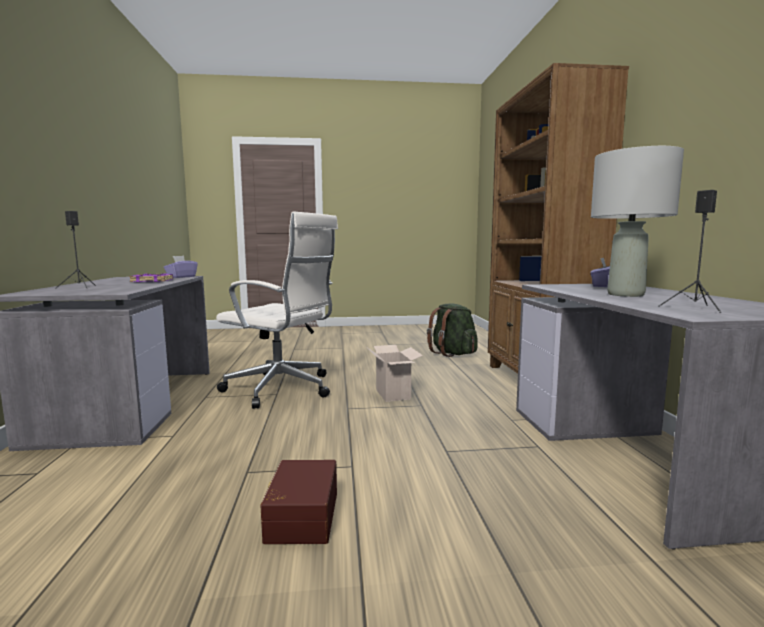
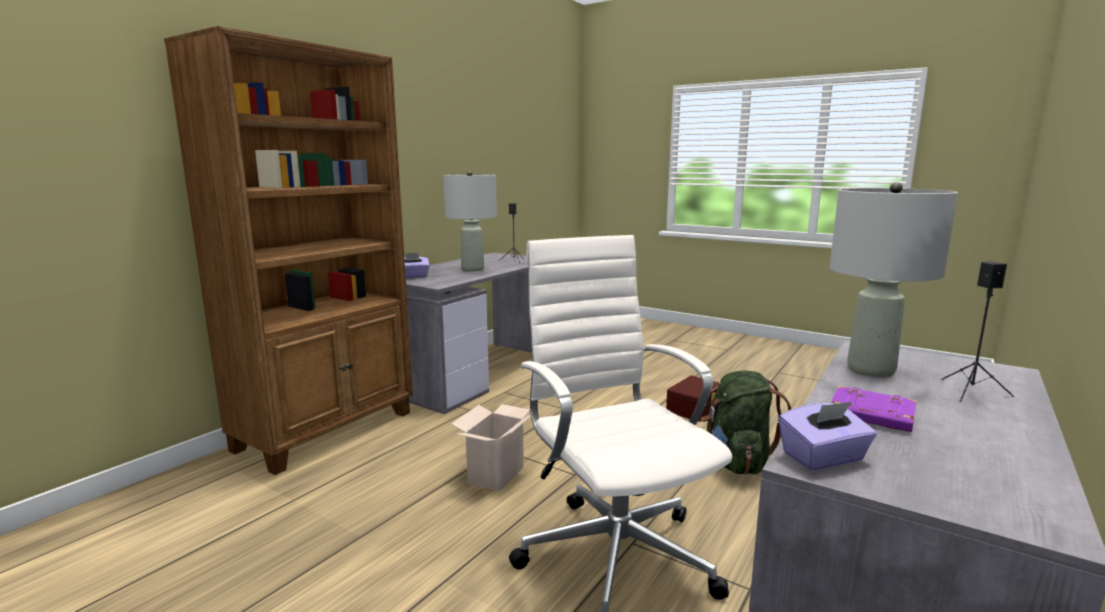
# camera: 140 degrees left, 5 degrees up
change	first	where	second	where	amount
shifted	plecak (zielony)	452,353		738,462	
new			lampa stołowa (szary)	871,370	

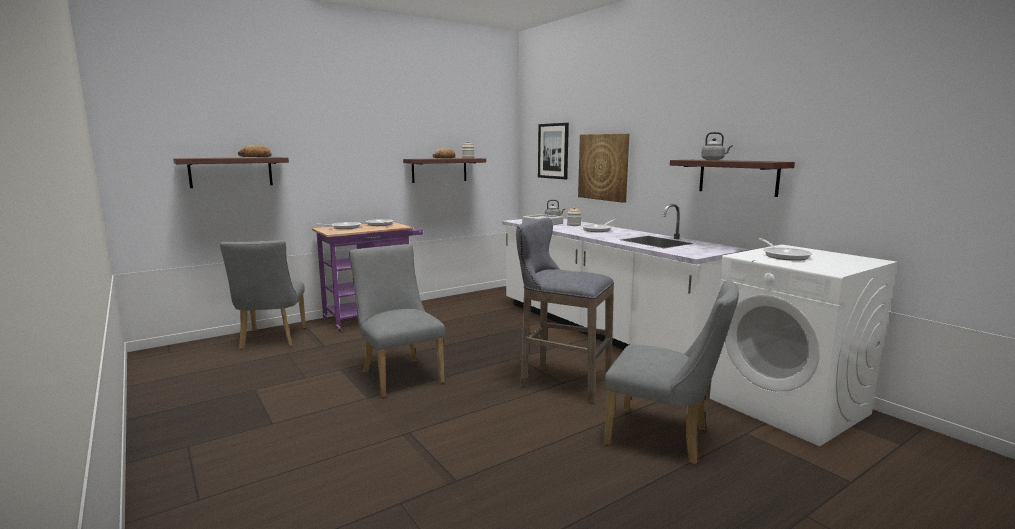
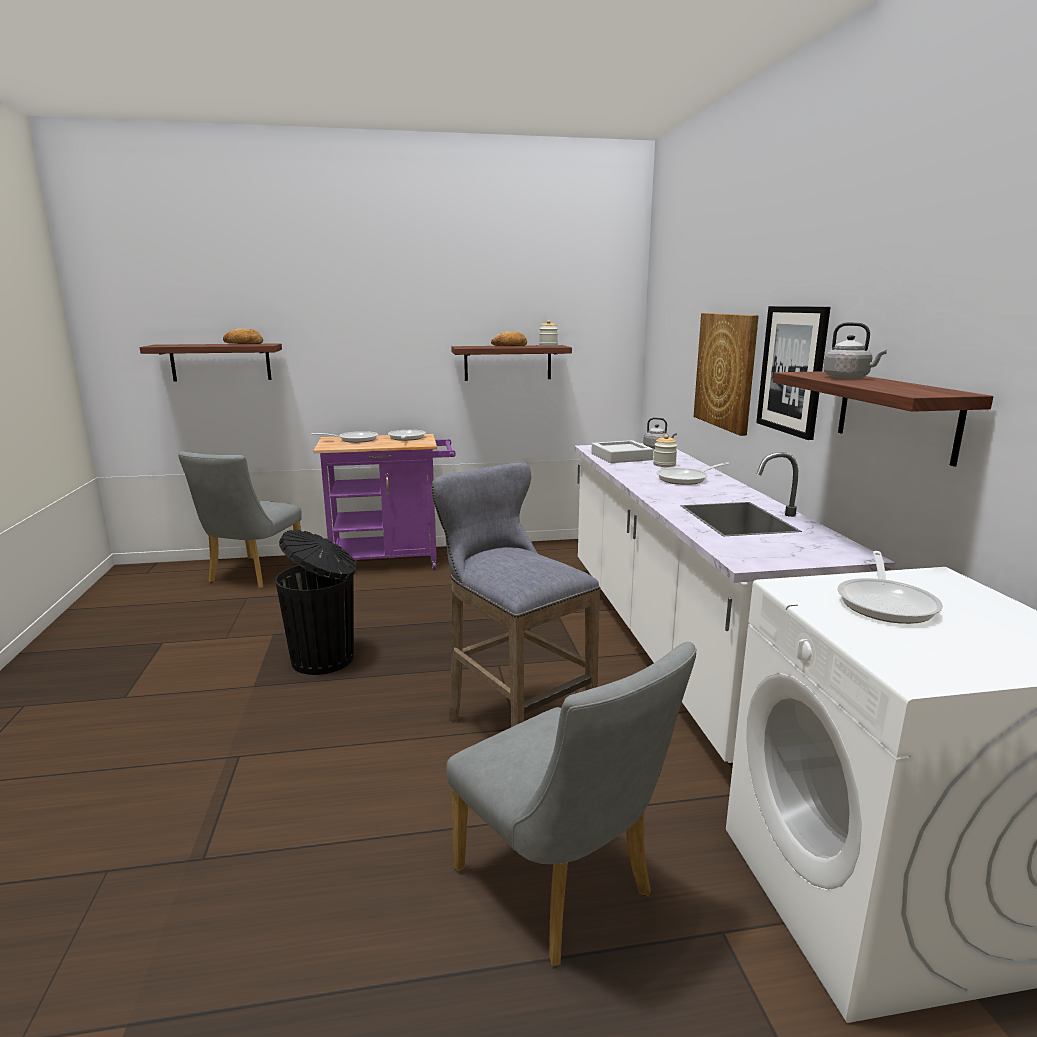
# camera: 25 degrees right, 5 degrees up
change	first	where	second	where	amount
swapped	krzesło (szary)	399,375	kosz na śmieci (czarny)	325,659	
shifted	obraz	553,151		792,370	

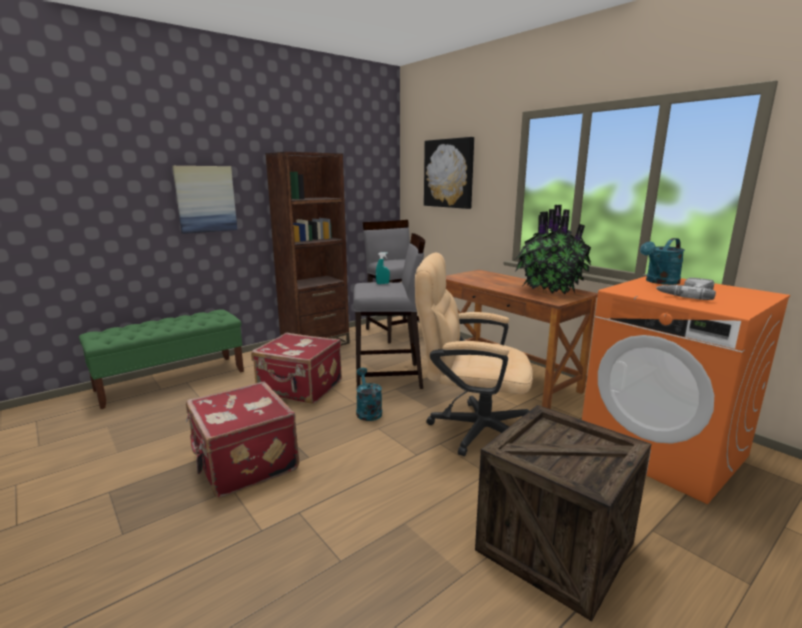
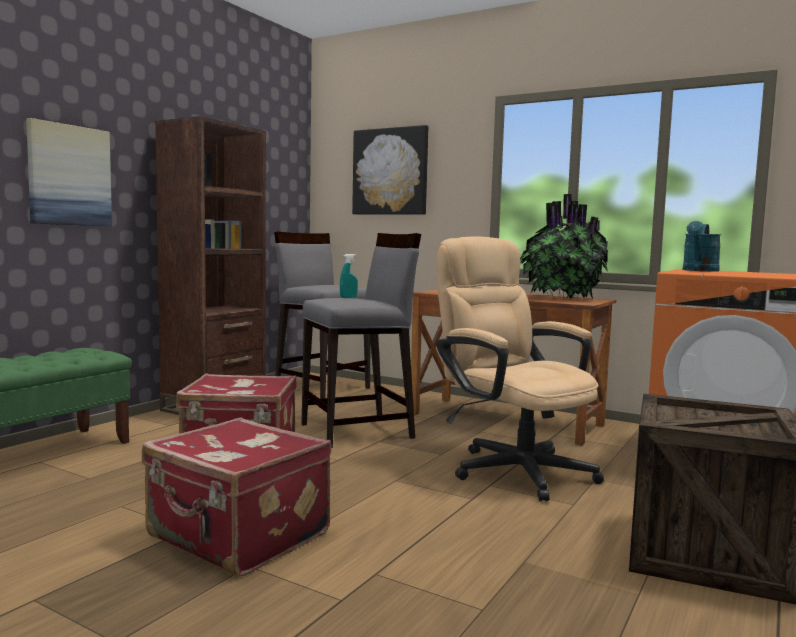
# camera: 20 degrees left, 10 degrees down
change	first	where	second	where	amount
rotated	krzesło biurowe (beżowy)	471,428		512,468	60 degrees clockwise
gone	konewka (turkusowy)	367,411			
gone	wiertarka	685,294			

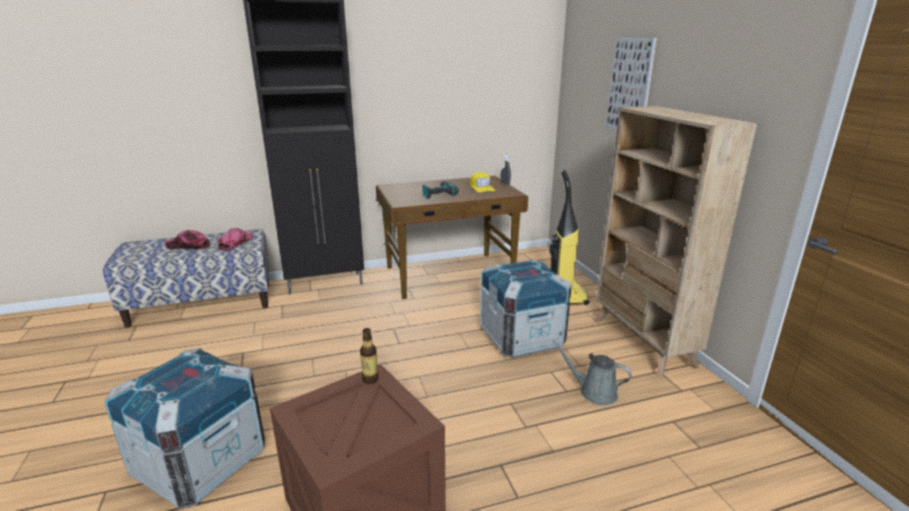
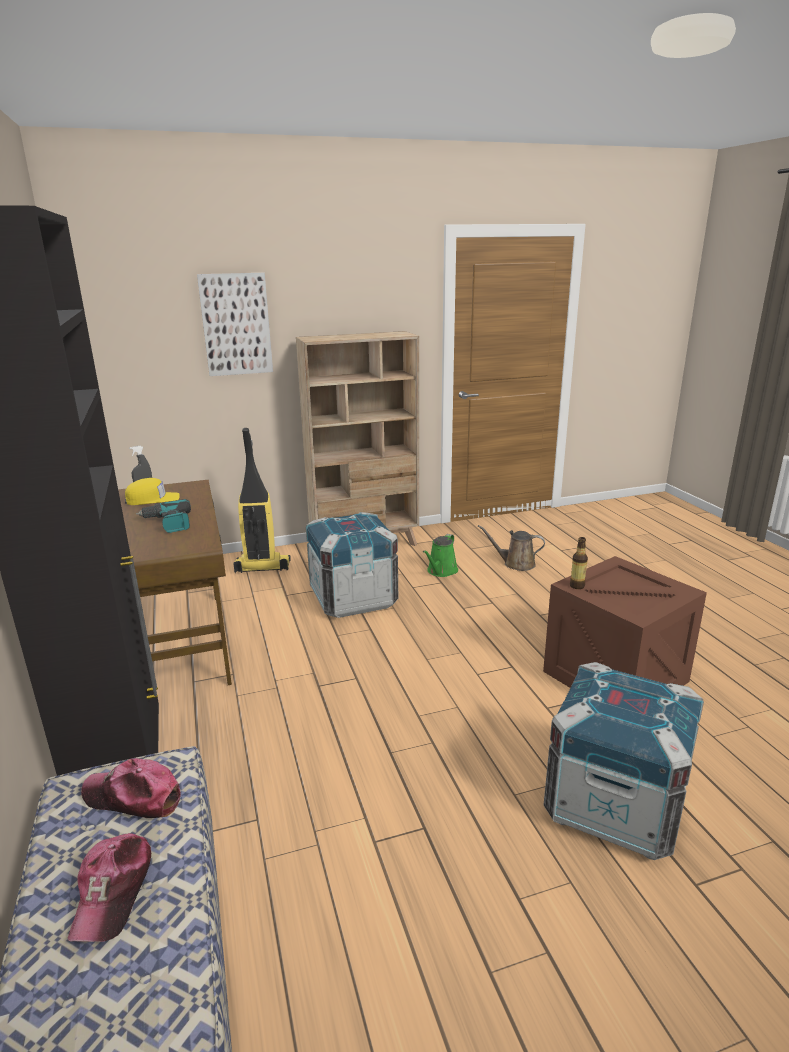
# camera: 90 degrees left, 0 degrees up
change	first	where	second	where	amount
repainted	konewka (szary)	594,392	konewka (zielony)	441,571	
new			konewka (brązowy)	516,564	

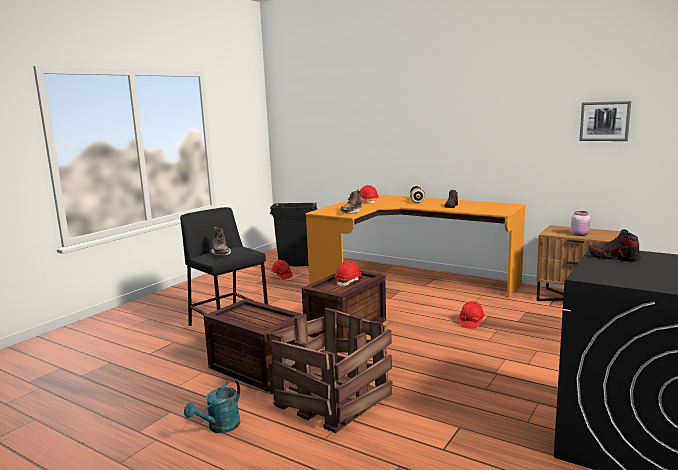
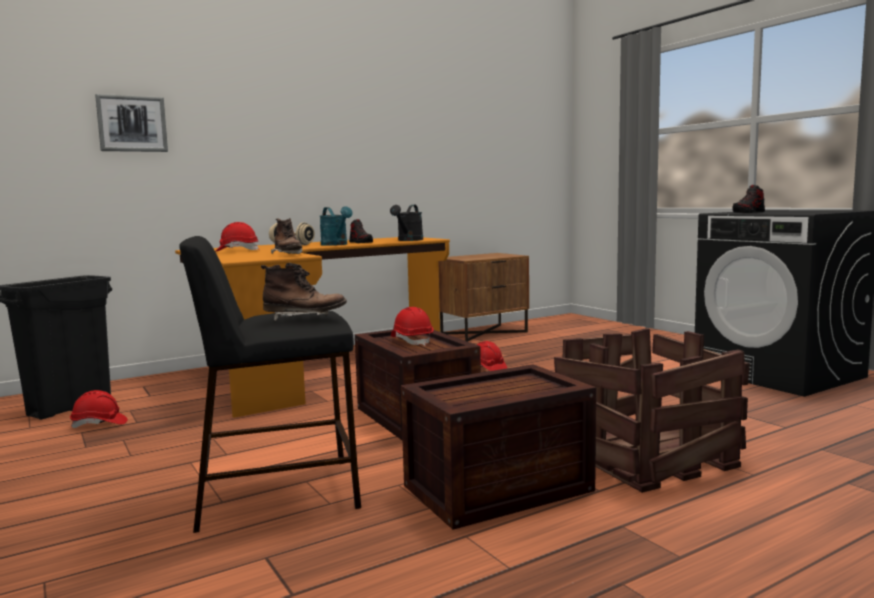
# camera: 65 degrees left, 5 degrees down
change	first	where	second	where	amount
shifted	obraz	604,121		132,124	
shifted	konewka (turkusowy)	220,427		336,244	
new			konewka (czarny)	408,240	
gone	słoik (różowy)	580,234			

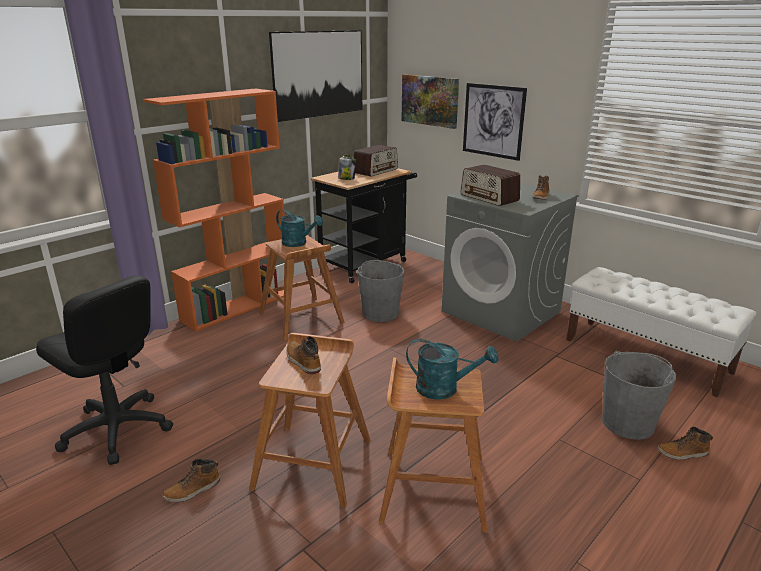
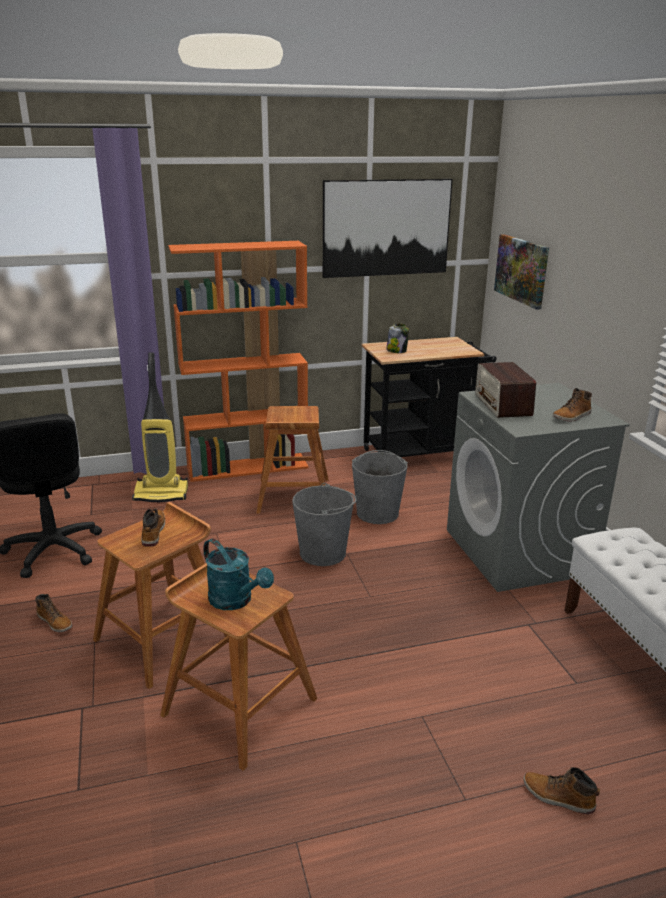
# camera: 30 degrees right, 0 degrees up
change	first	where	second	where	amount
rotated	but z cholewką	193,490		55,622	135 degrees counterclockwise
new			odkurzacz	162,493	
shifted	wiadro (szary)	628,423		323,553	
gone	konewka (turkusowy)	298,243			
gone	radio	376,171			
gone	obraz	493,121			

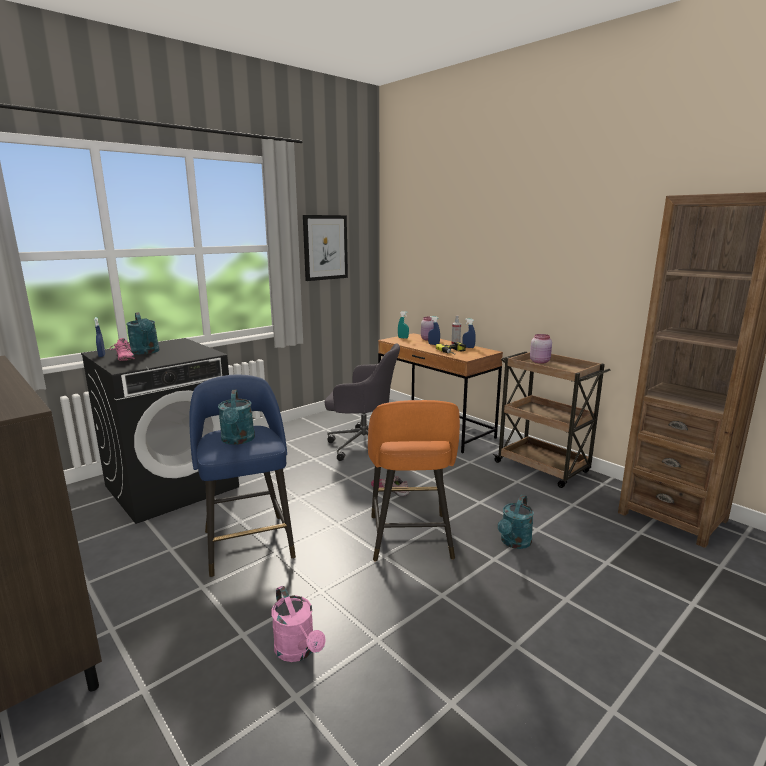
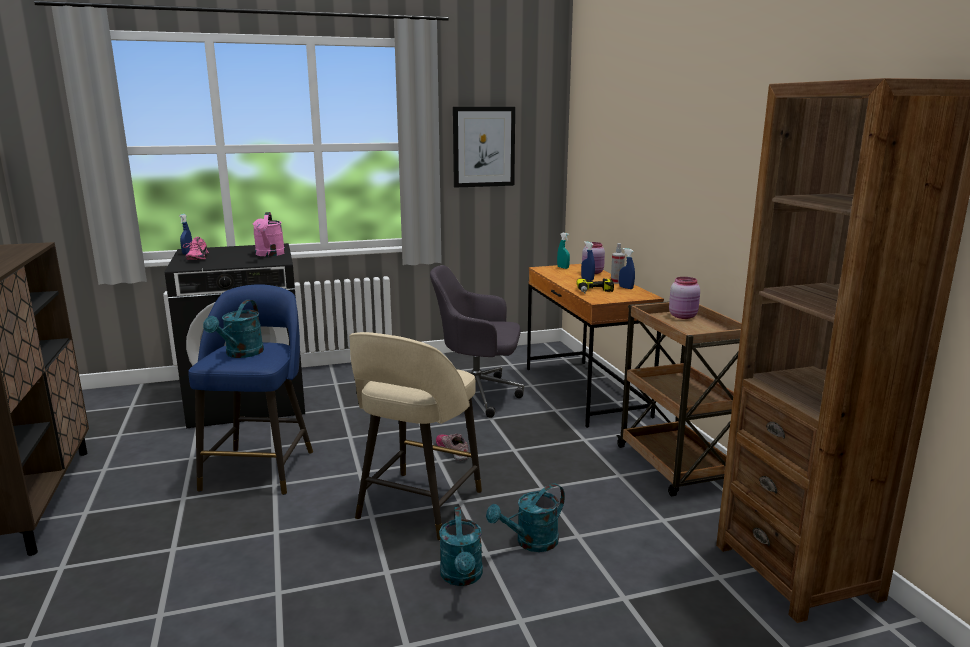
# camera: 25 degrees right, 0 degrees up
change	first	where	second	where	amount
shifted	konewka (różowy)	298,651		269,254	
repainted	stołek (pomarańczowy)	410,538	stołek (beżowy)	418,506	
rotated	krzesło biurowe (szary)	363,444		477,395	150 degrees clockwise
shifted	konewka (turkusowy)	146,352		462,577	

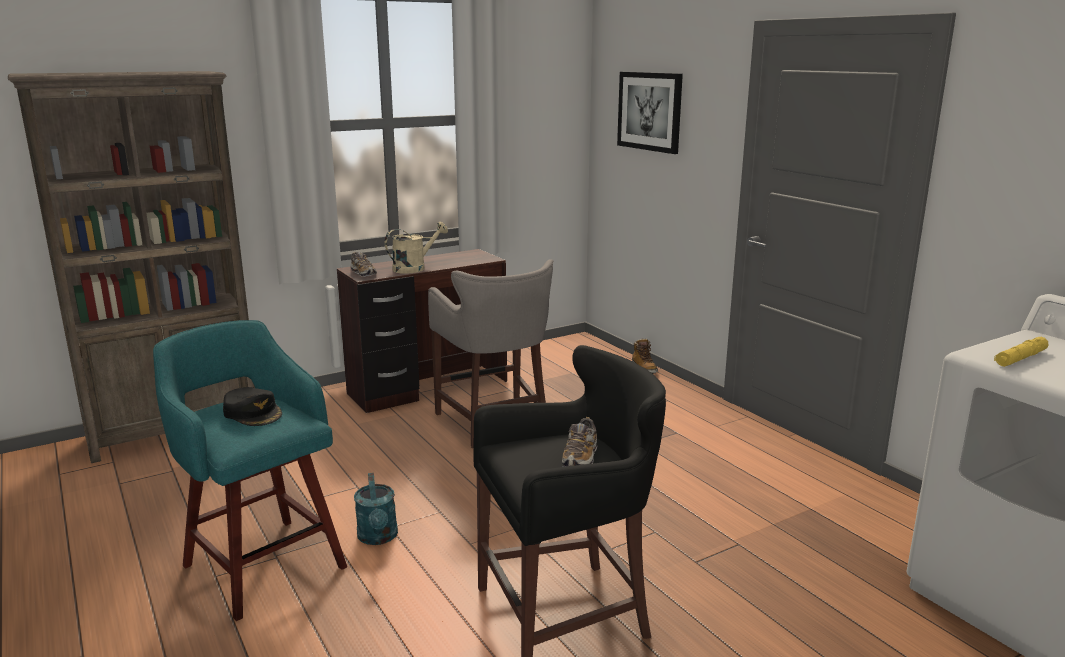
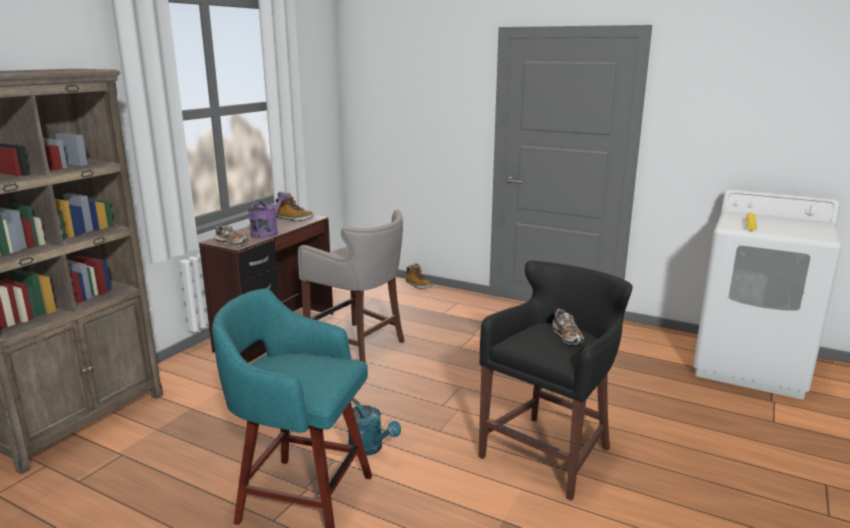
# camera: 30 degrees left, 0 degrees up
change	first	where	second	where	amount
repainted	konewka (beżowy)	414,268	konewka (fioletowy)	267,233	
new			but z cholewką	294,219	
gone	czapka z daszkiem (czarny)	253,413			
gone	obraz	650,111			

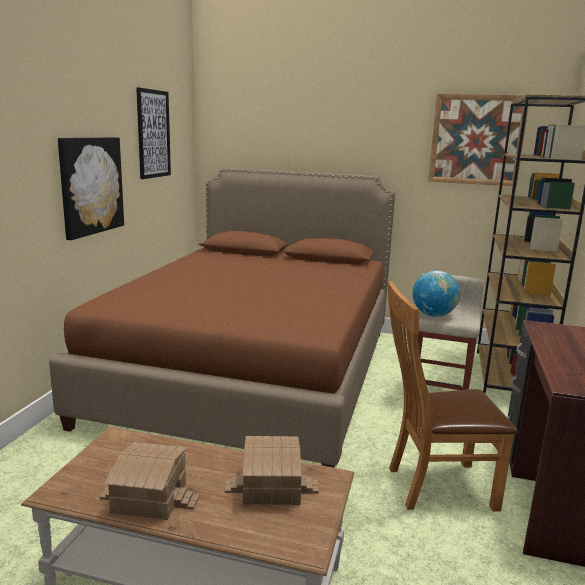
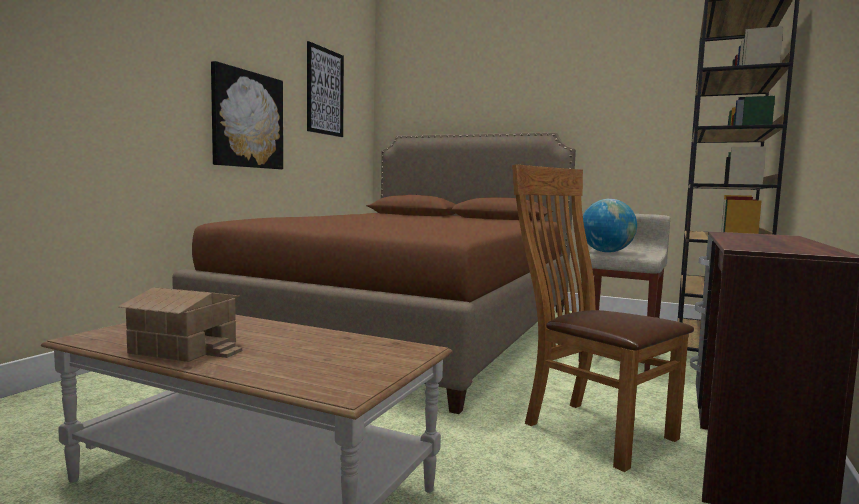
# camera: 10 degrees right, 10 degrees down
change	first	where	second	where	amount
rotated	krzesło (brązowy)	434,486		590,428	45 degrees clockwise
gone	domek	271,488			
gone	obraz	476,140			

